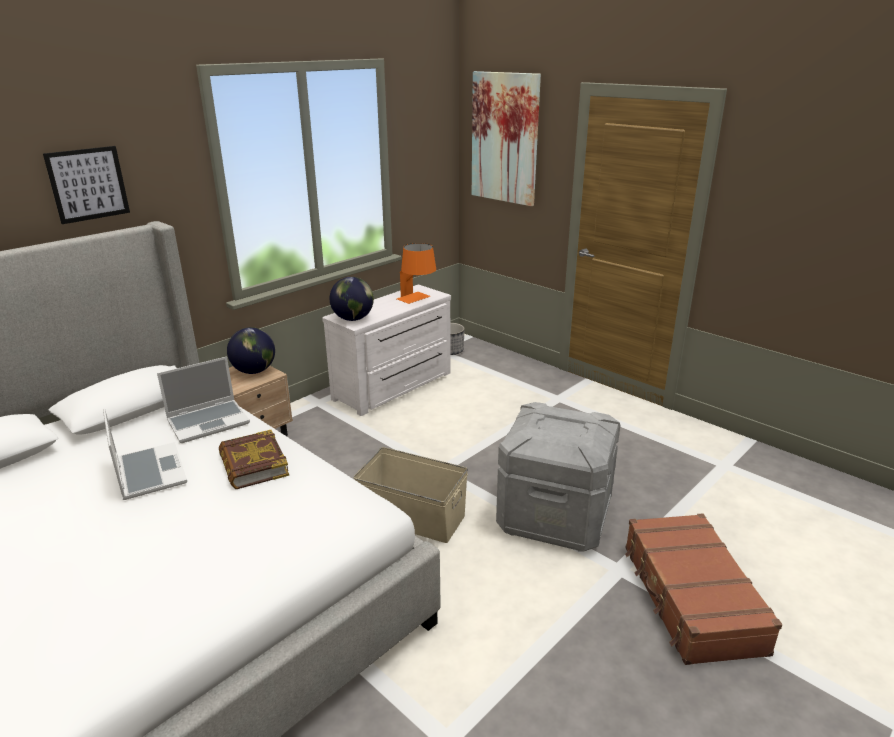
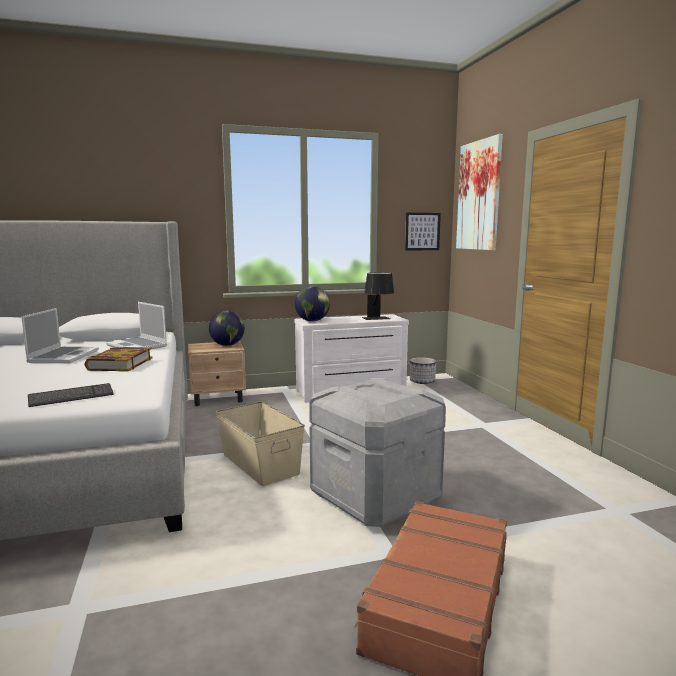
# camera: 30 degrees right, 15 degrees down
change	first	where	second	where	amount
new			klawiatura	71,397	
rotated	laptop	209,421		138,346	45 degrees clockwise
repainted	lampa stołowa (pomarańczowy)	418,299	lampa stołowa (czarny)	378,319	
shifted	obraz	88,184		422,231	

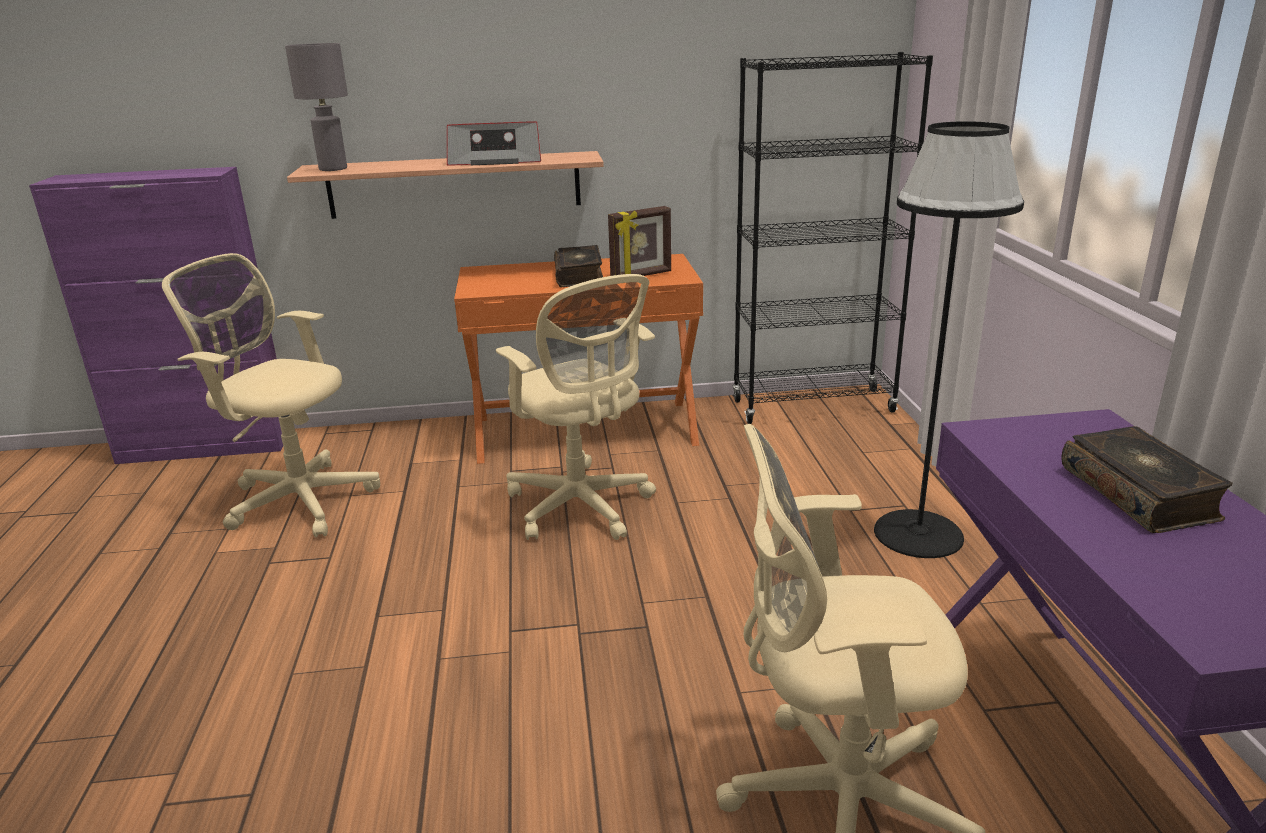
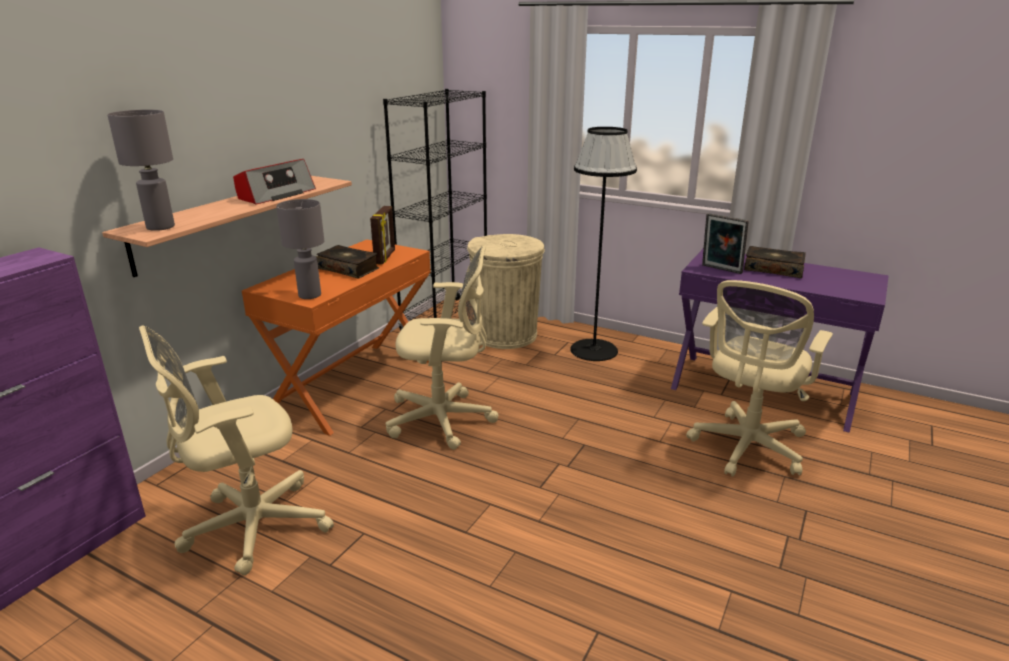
# camera: 55 degrees left, 0 degrees up
change	first	where	second	where	amount
new			lampa stołowa (szary)	310,295	
new			kosz na śmieci (beżowy)	506,335	
new			ramka na zdjęcie	720,270	

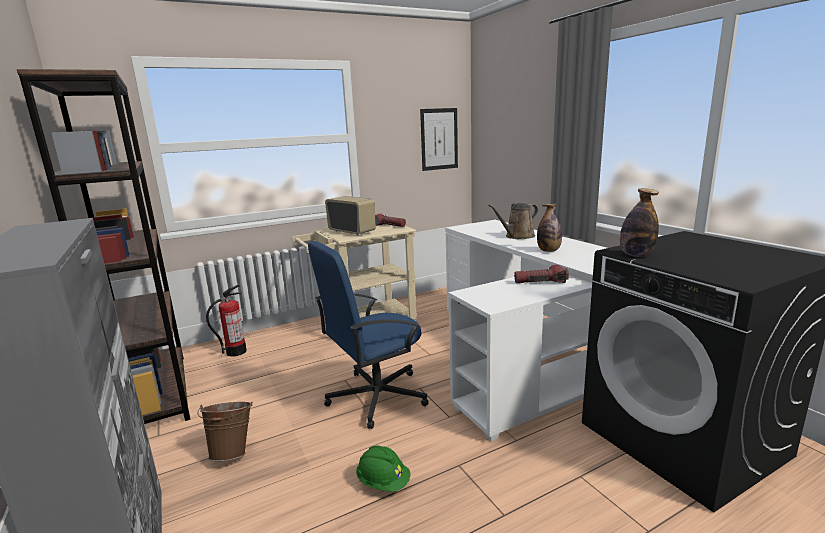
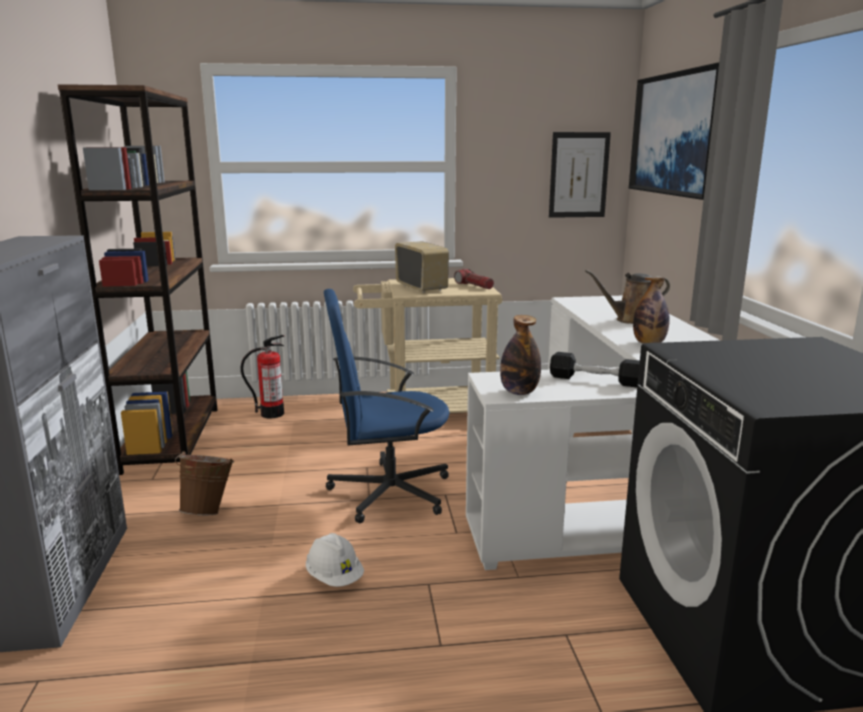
# camera: 20 degrees right, 0 degrees up
change	first	where	second	where	amount
repainted	kask (zielony)	383,482	kask (biały)	334,578	
shifted	butelka	636,255		519,392	
swapped	latarka	540,282	hantel (czarny)	595,380	
new			obraz	676,134	

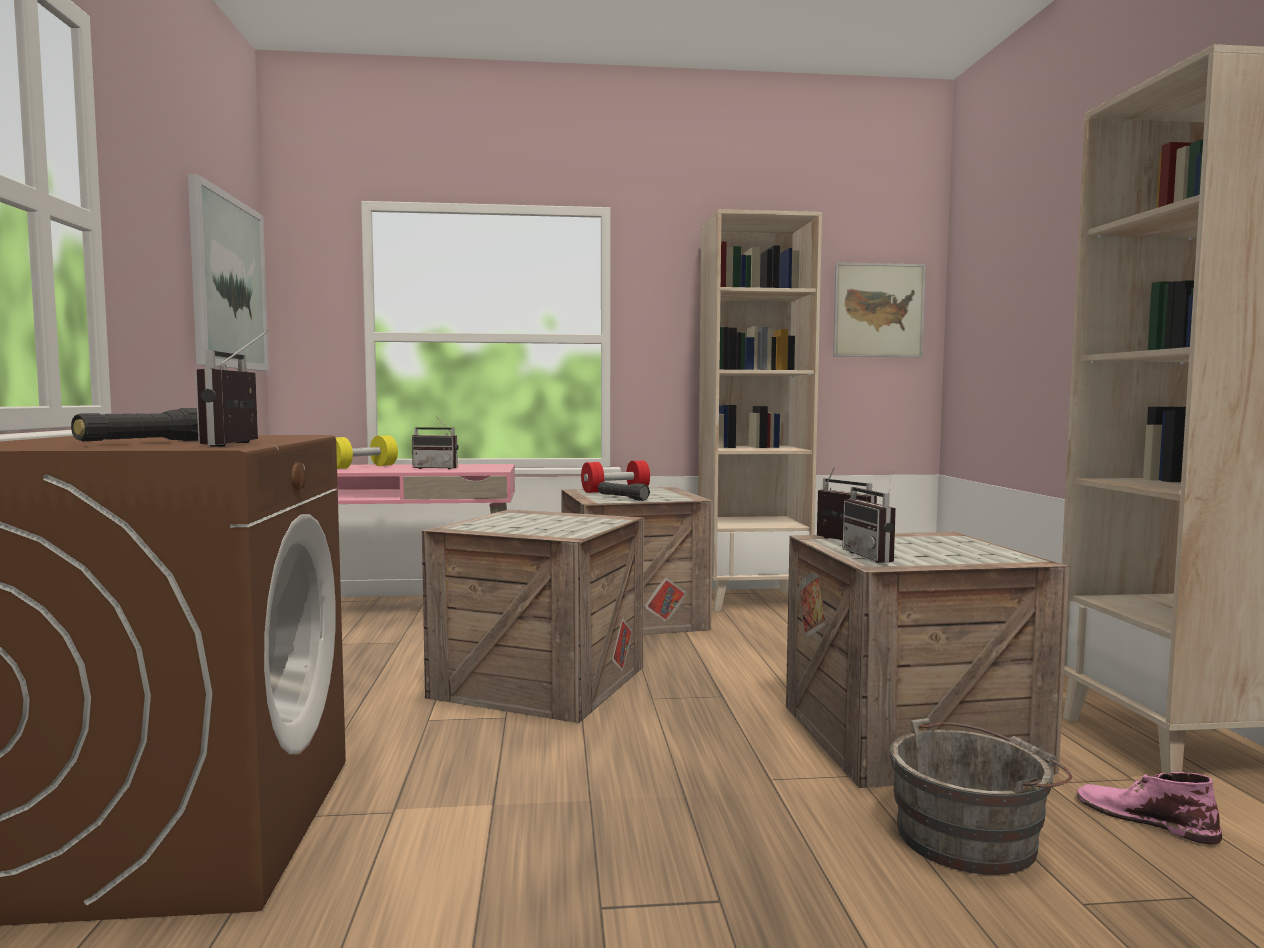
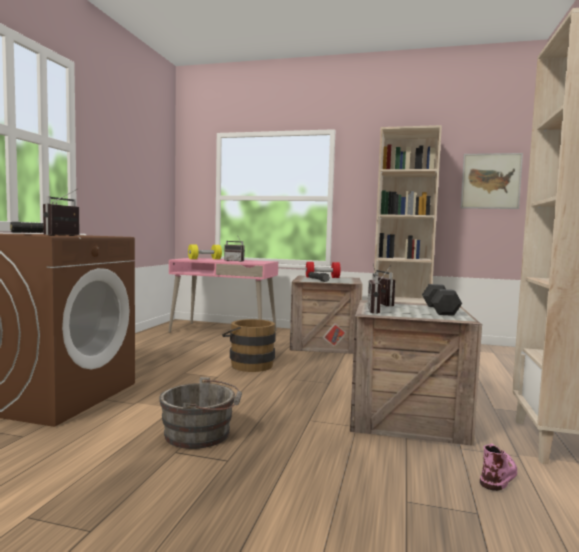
# camera: 20 degrees right, 0 degrees up
change	first	where	second	where	amount
shifted	wiadro (szary)	972,836		201,434	
swapped	skrzynka	538,681	wiadro (brązowy)	248,364	
new			hantel (czarny)	440,310	
rotated	but z cholewką (różowy)	1144,818		498,474	60 degrees clockwise
gone	obraz	228,283			

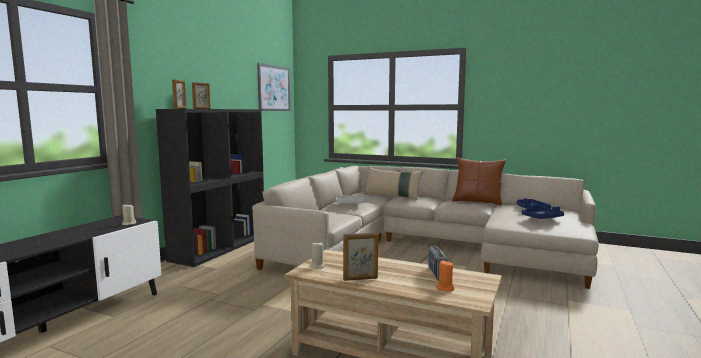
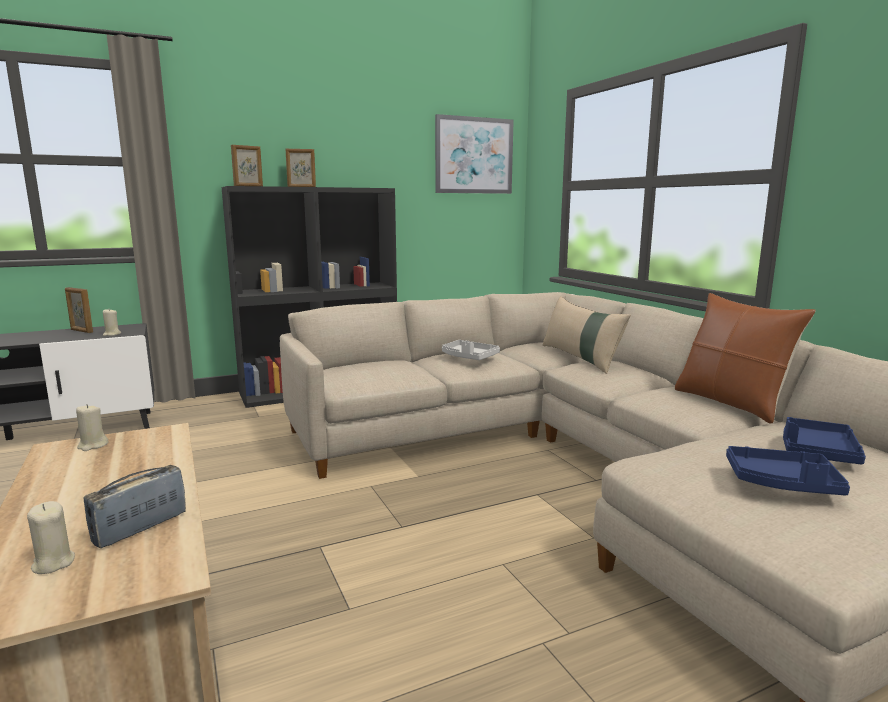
# camera: 40 degrees right, 5 degrees up
change	first	where	second	where	amount
repainted	świeca (pomarańczowy)	445,288	świeca (beżowy)	53,563	
shifted	ramka na zdjęcie	360,279		81,331	

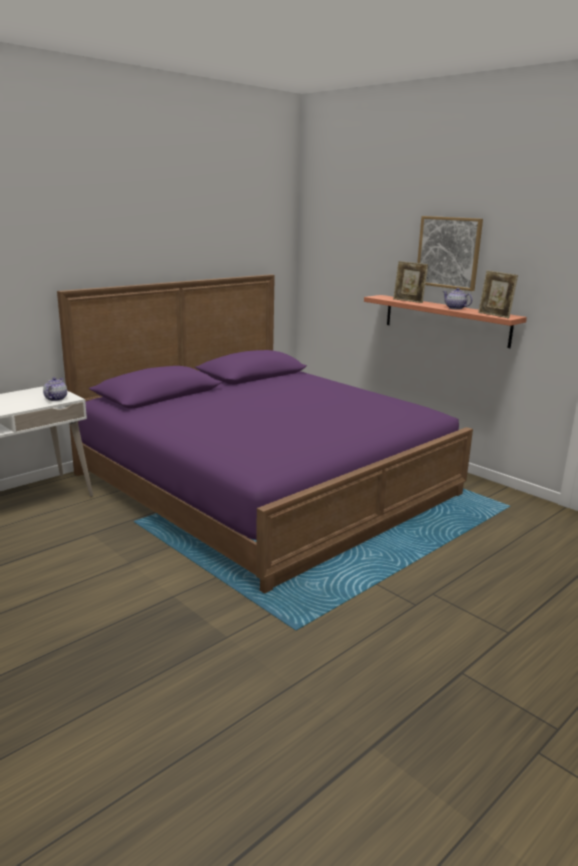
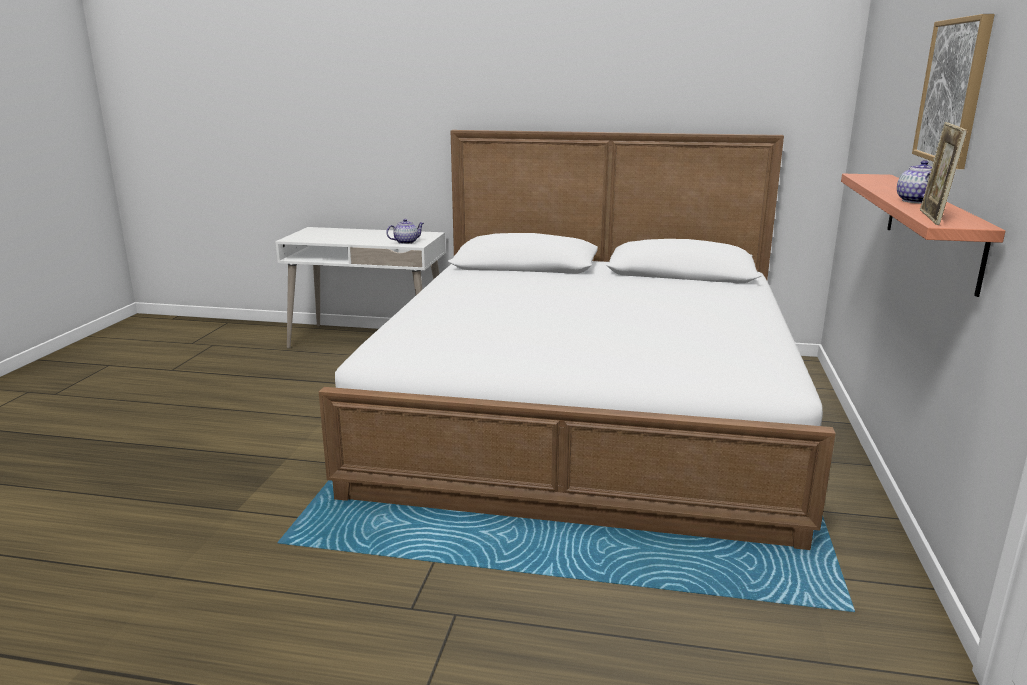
# camera: 55 degrees right, 0 degrees up
change	first	where	second	where	amount
repainted	łóżko (fioletowy)	265,483	łóżko (biały)	585,413	
gone	ramka na zdjęcie	408,301			

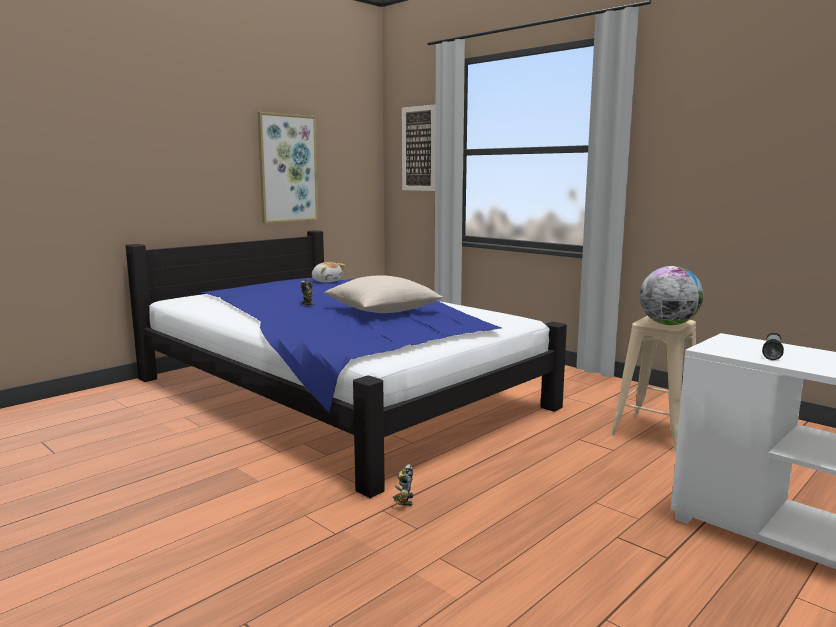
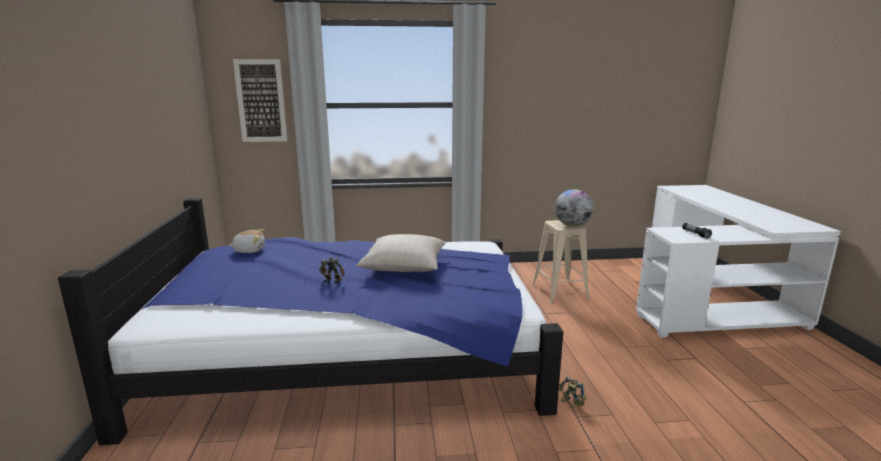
# camera: 50 degrees left, 5 degrees up
change	first	where	second	where	amount
gone	obraz	288,168			

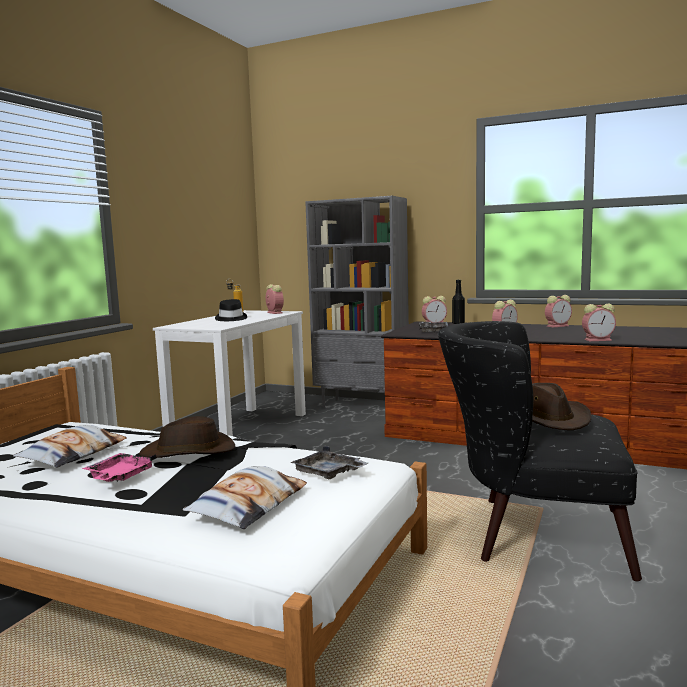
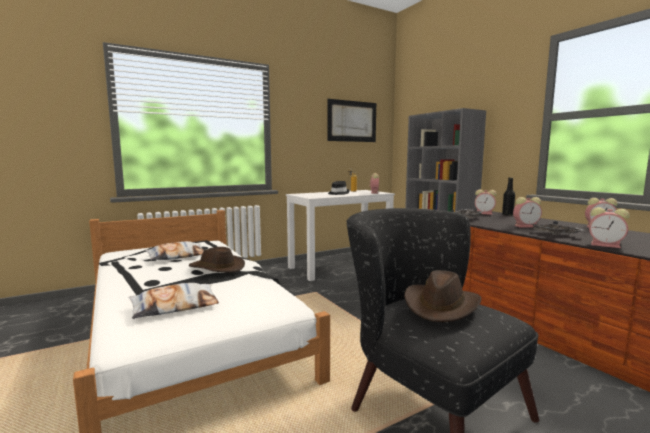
# camera: 35 degrees right, 0 degrees up
change	first	where	second	where	amount
new			obraz	352,121	
shifted	taca (szary)	328,473		555,234	
gone	taca (różowy)	119,477			

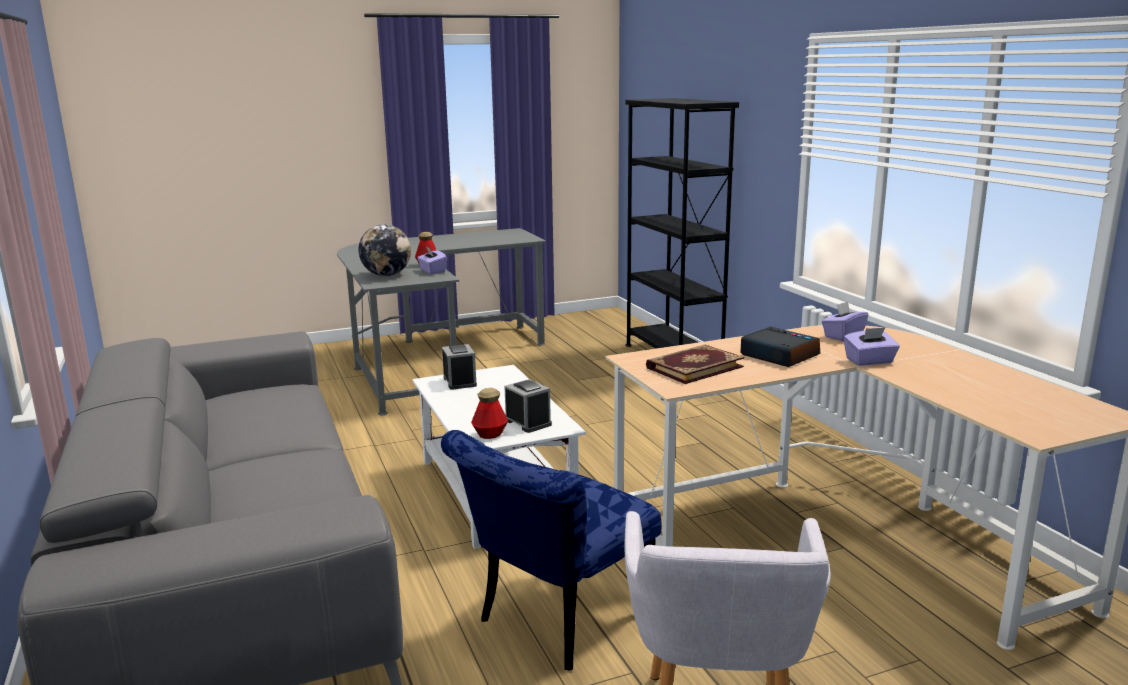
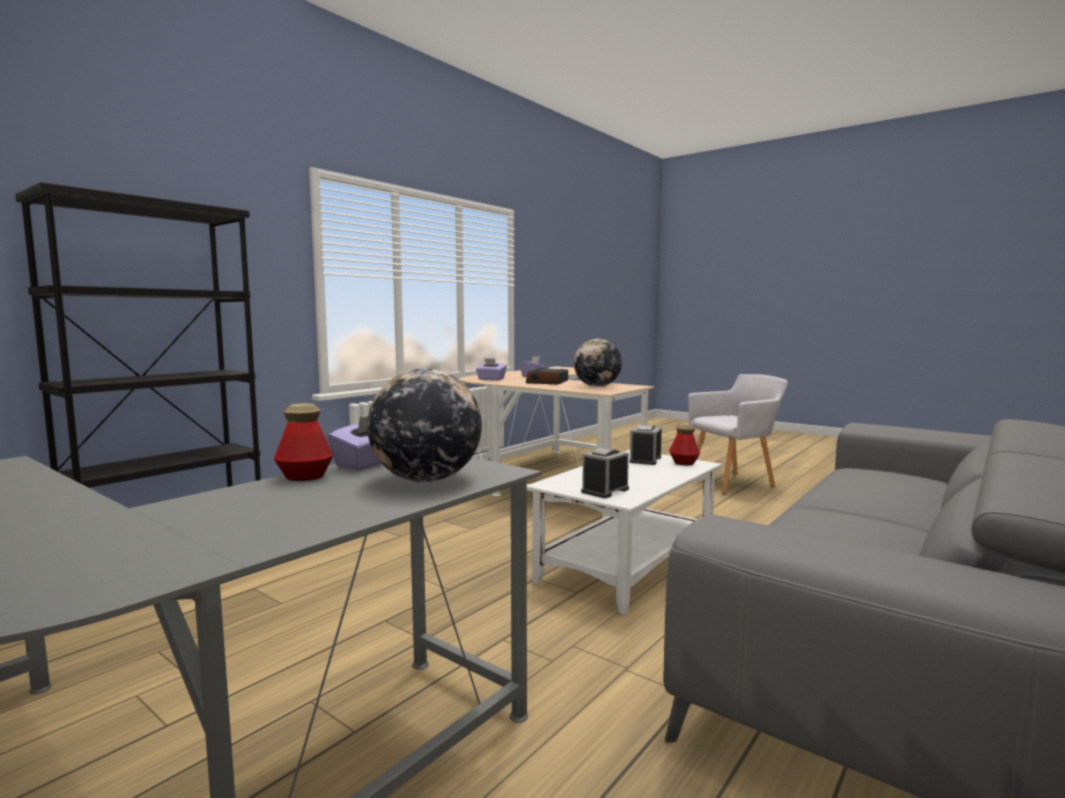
# camera: 120 degrees left, 10 degrees down
change	first	where	second	where	amount
swapped	książka	693,367	globus	597,386	
gone	krzesło (niebieski)	555,621			

